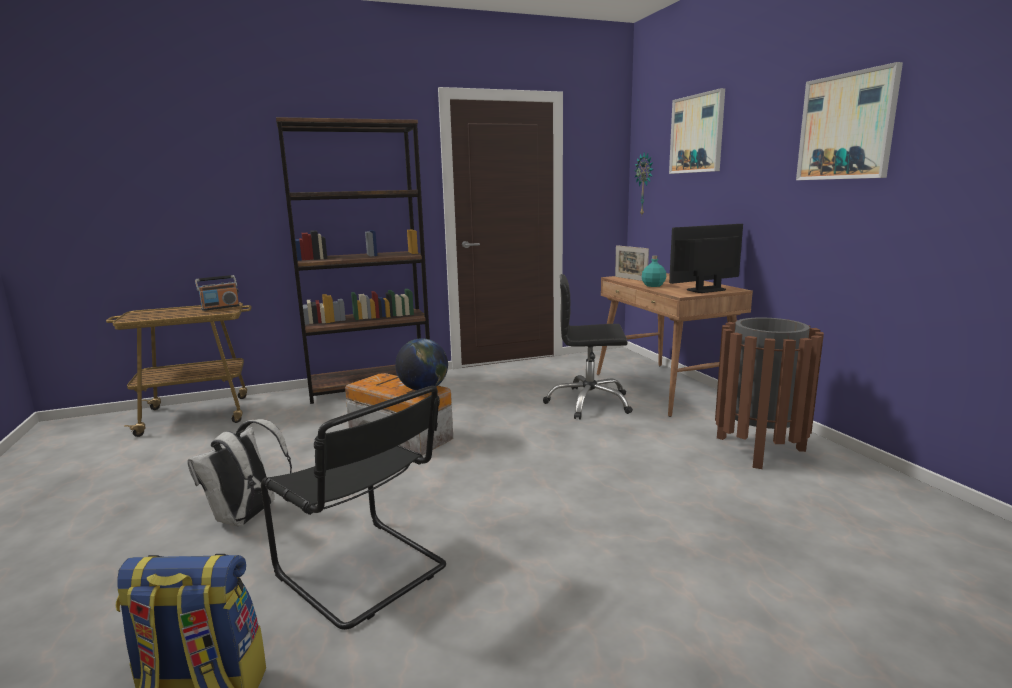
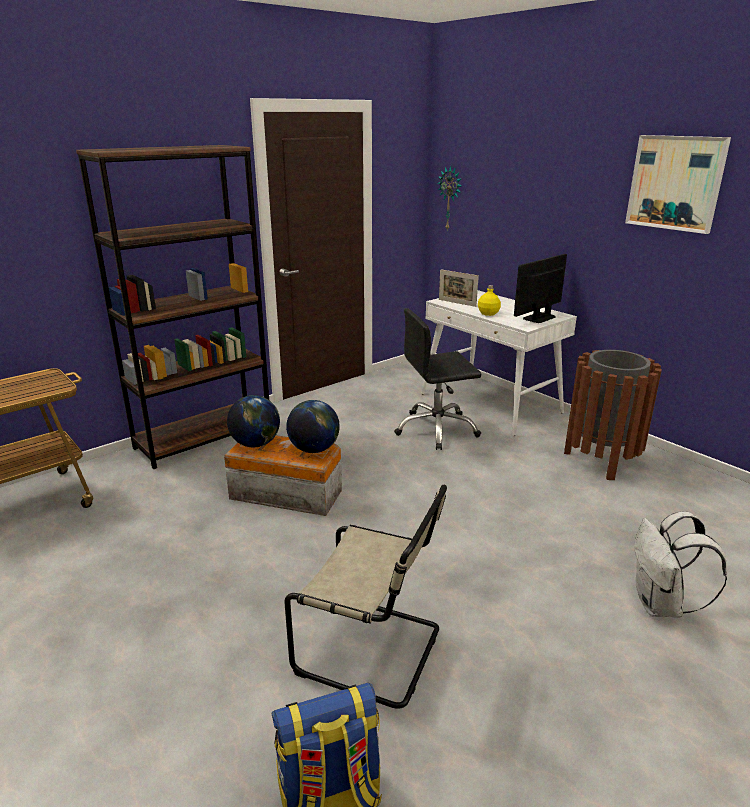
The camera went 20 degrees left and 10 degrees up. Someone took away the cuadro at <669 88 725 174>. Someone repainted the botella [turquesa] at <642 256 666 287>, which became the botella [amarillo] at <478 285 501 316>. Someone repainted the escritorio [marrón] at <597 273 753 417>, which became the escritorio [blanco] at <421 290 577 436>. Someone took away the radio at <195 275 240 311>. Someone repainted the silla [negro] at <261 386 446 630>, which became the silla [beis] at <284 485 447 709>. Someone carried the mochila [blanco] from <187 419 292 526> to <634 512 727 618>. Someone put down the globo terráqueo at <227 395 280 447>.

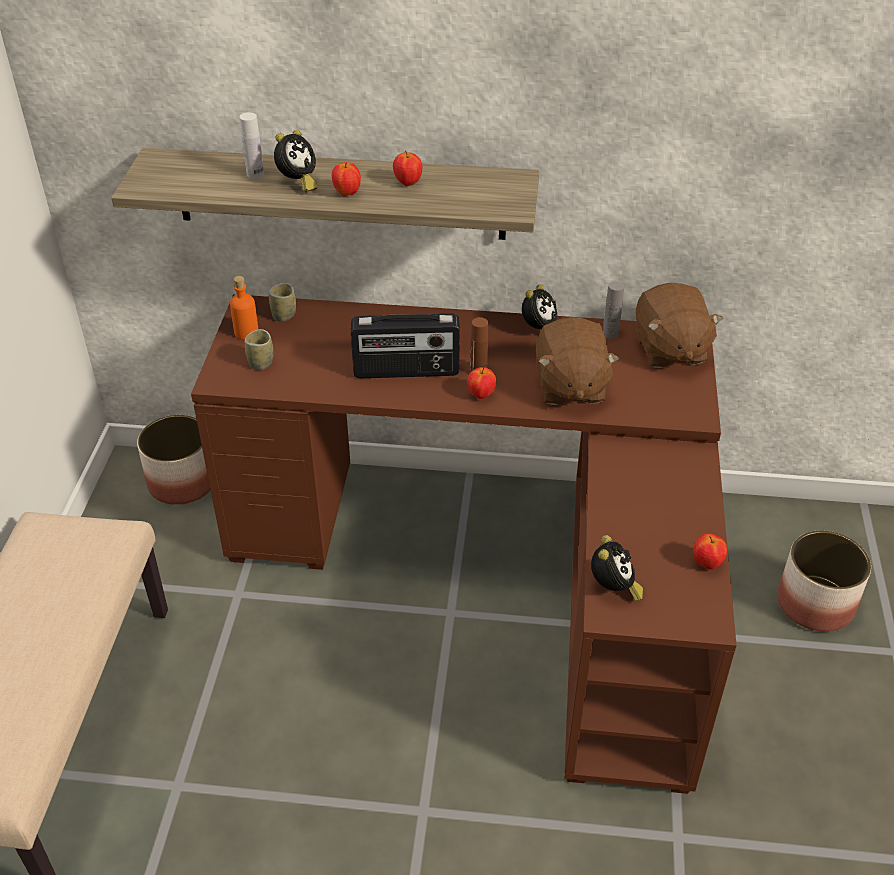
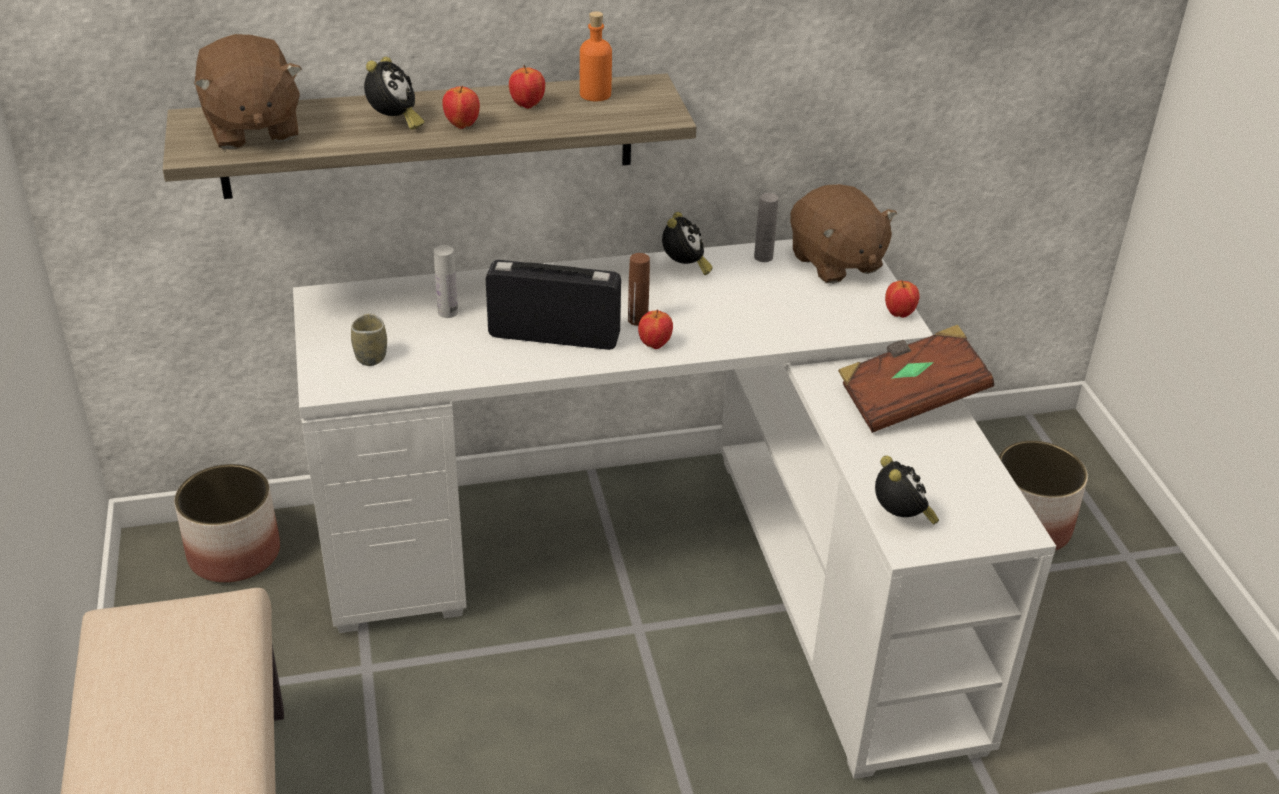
The camera went 20 degrees left and 5 degrees down. Someone carried the botella [blanco] from <239 112 264 179> to <434 245 458 318>. Someone carried the botella [naranja] from <230 276 258 340> to <580 11 612 101>. Someone took away the taza at <269 283 296 322>. Someone repainted the escritorio [marrón] at <191 294 737 794>, which became the escritorio [blanco] at <293 239 1056 779>. Someone rotated the radio at <351 314 460 378> by 150 degrees counterclockwise. Someone carried the peluche [marrón] from <536 317 619 405> to <194 34 302 149>. Someone carried the manzana from <693 533 727 569> to <885 280 920 318>. Someone put down the libro [marrón] at <838 324 994 433>.

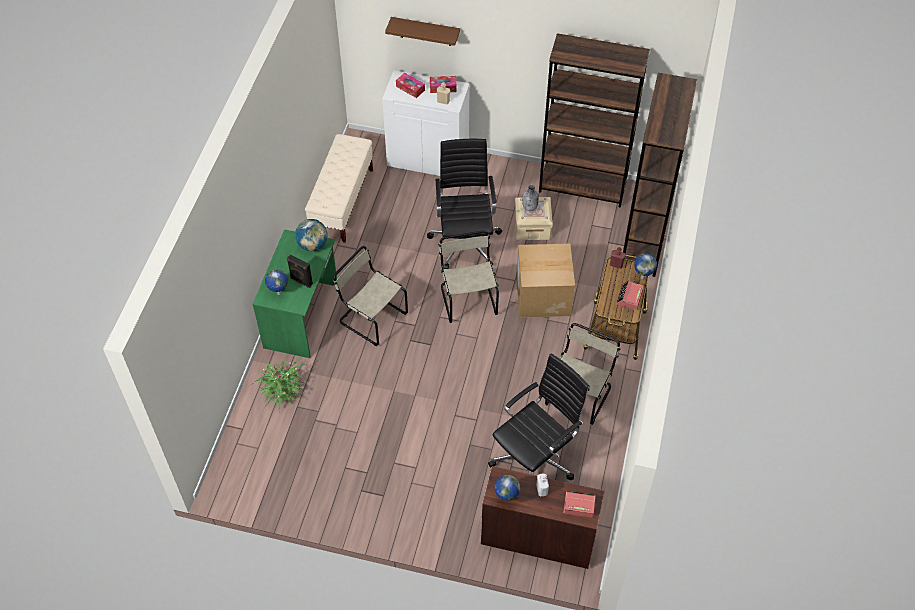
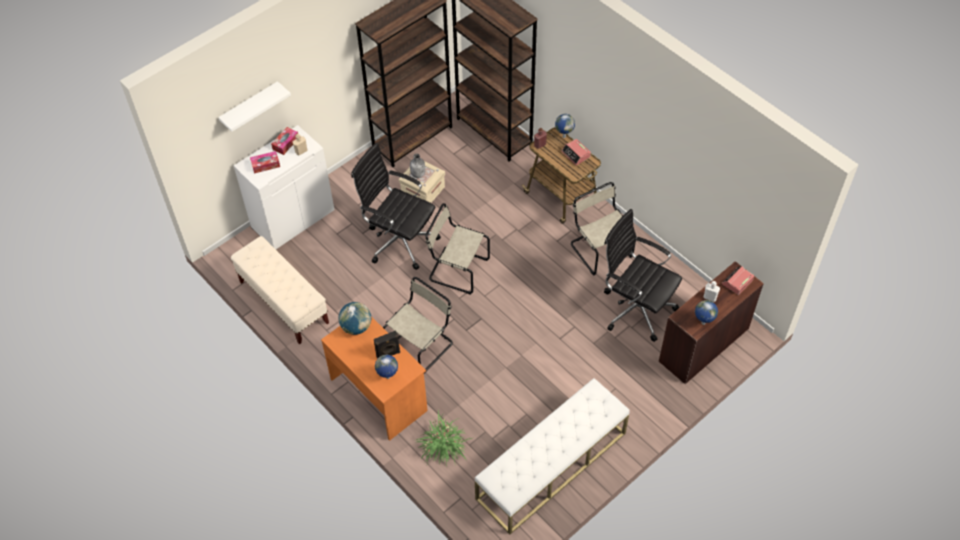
The camera went 55 degrees left and 0 degrees up. Someone repainted the estante [marrón] at <385 17 460 46>, which became the estante [blanco] at <218 81 291 132>. Someone repainted the escritorio [verde] at <252 229 337 358>, which became the escritorio [naranja] at <321 316 428 441>. Someone took away the caja de cartón at <516 243 575 318>. Someone rotated the silla [beis] at <333 246 408 346> by 150 degrees clockwise. Someone rotated the silla de oficina [negro] at <488 353 589 480> by 45 degrees counterclockwise. Someone put down the banco [blanco] at <475 378 630 534>.

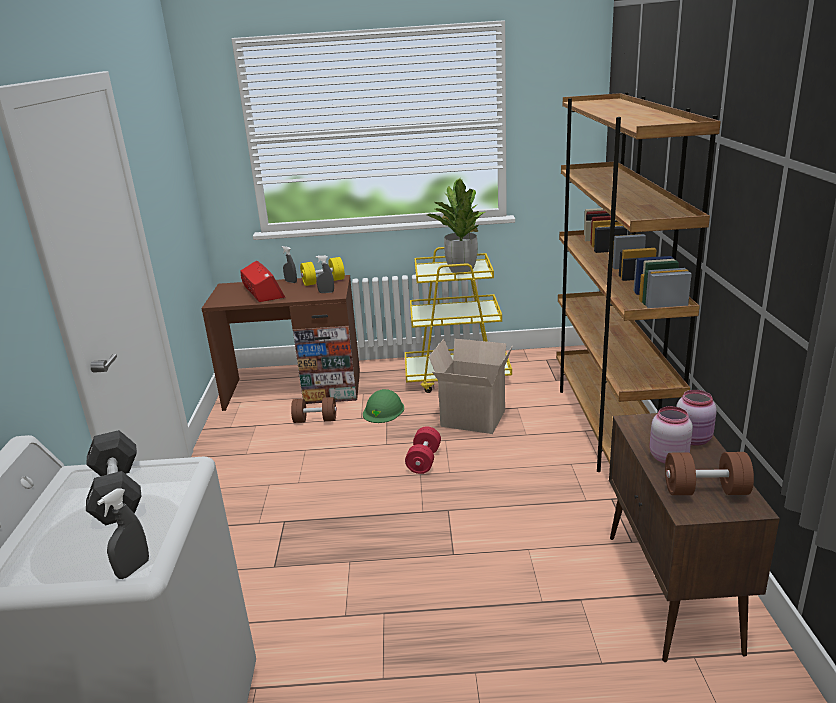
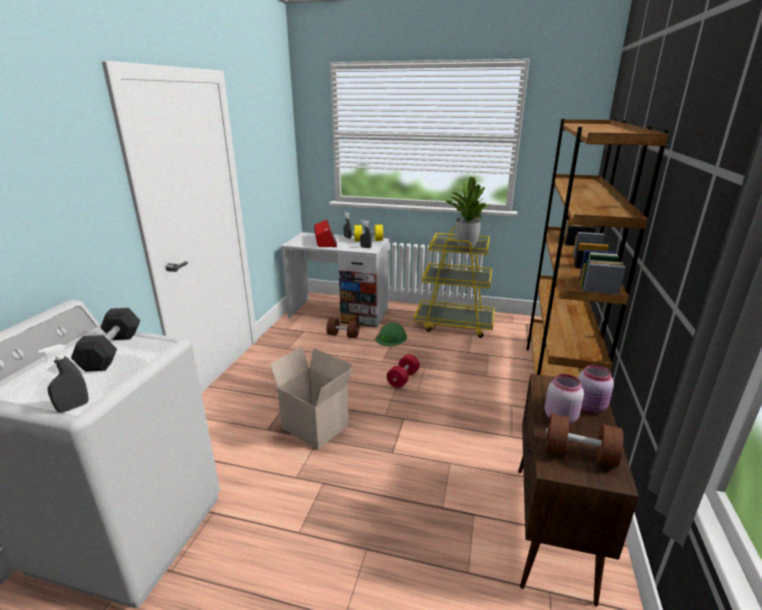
The camera went 15 degrees right and 0 degrees up. Someone repainted the escritorio [marrón] at <201 275 360 411>, which became the escritorio [blanco] at <281 232 389 328>. Someone carried the caja de cartón from <429 338 513 434> to <264 347 352 449>.

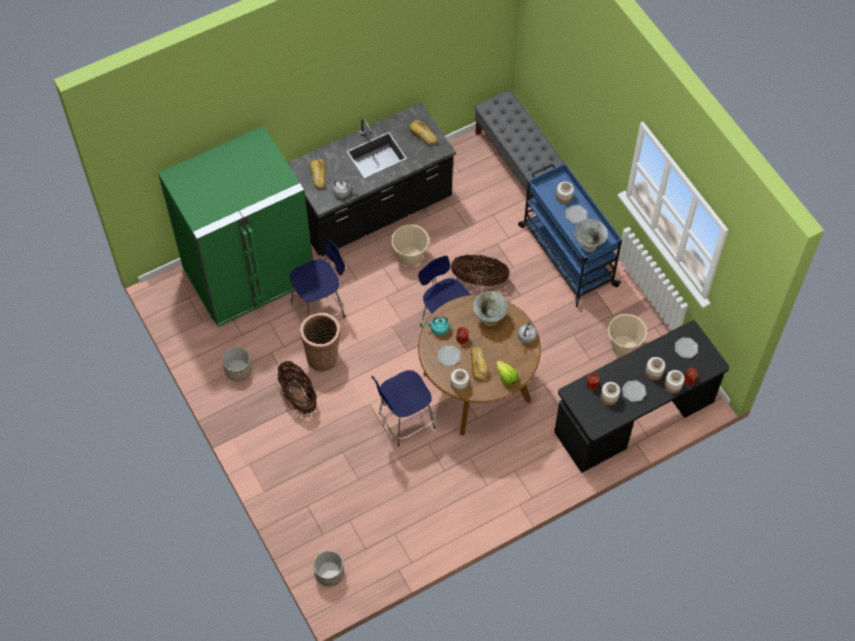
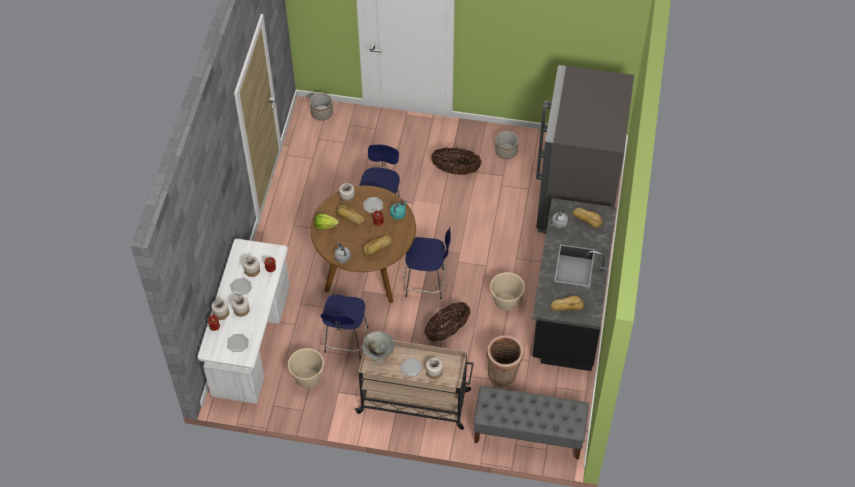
The camera went 130 degrees right and 5 degrees down. Someone repainted the nevera [verde] at <158 126 313 327>, which became the nevera [gris] at <536 65 634 234>. Someone repainted the carrito [azul] at <518 163 622 307>, which became the carrito [beis] at <355 340 474 430>. Someone carried the taburete [azul] from <290 239 345 322> to <320 295 368 359>. Someone swapped the cuenco [gris] at <473 291 508 326> for the pan at <363 236 392 256>. Someone carried the cesta from <300 313 341 372> to <486 335 524 387>. Someone repainted the escritorio [negro] at <554 320 729 473>, which became the escritorio [blanco] at <198 239 290 404>.

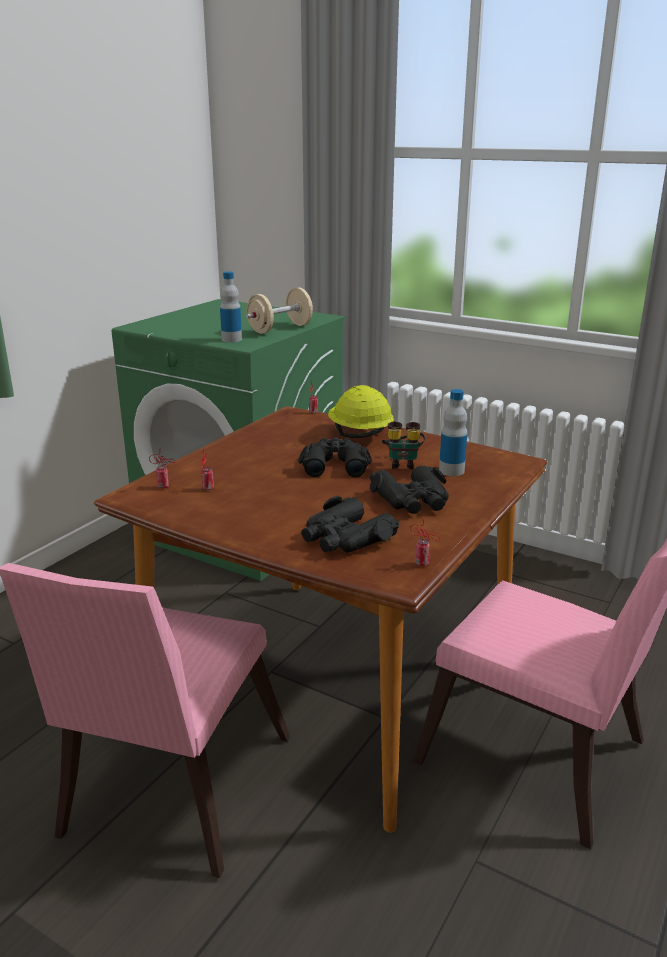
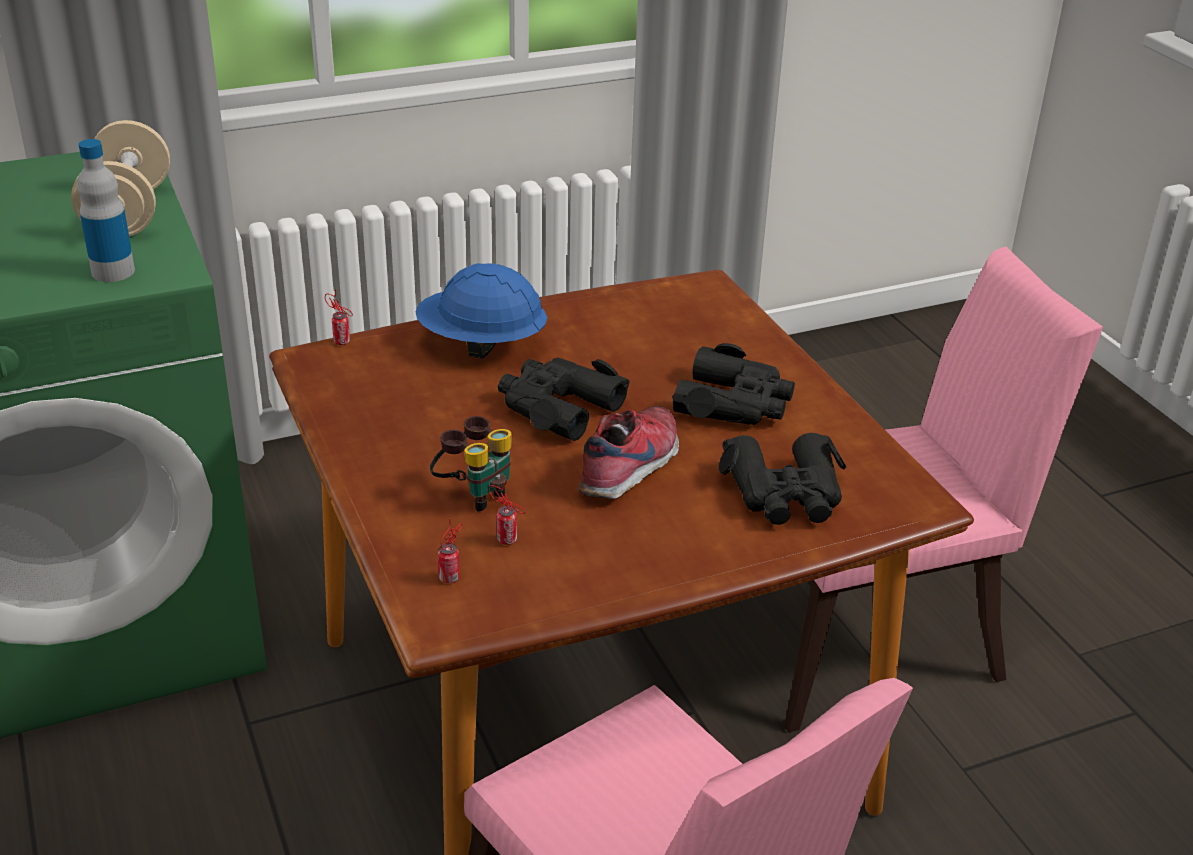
The camera went 55 degrees left and 10 degrees up. Someone repainted the casco [amarillo] at <328 385 394 438>, which became the casco [azul] at <415 263 547 359>. Someone took away the botella at <439 389 467 476>. Someone carried the prismáticos from <382 421 425 470> to <430 416 512 512>. Someone took away the lata at <410 520 440 566>. Someone put down the zapato at <578 406 679 499>.

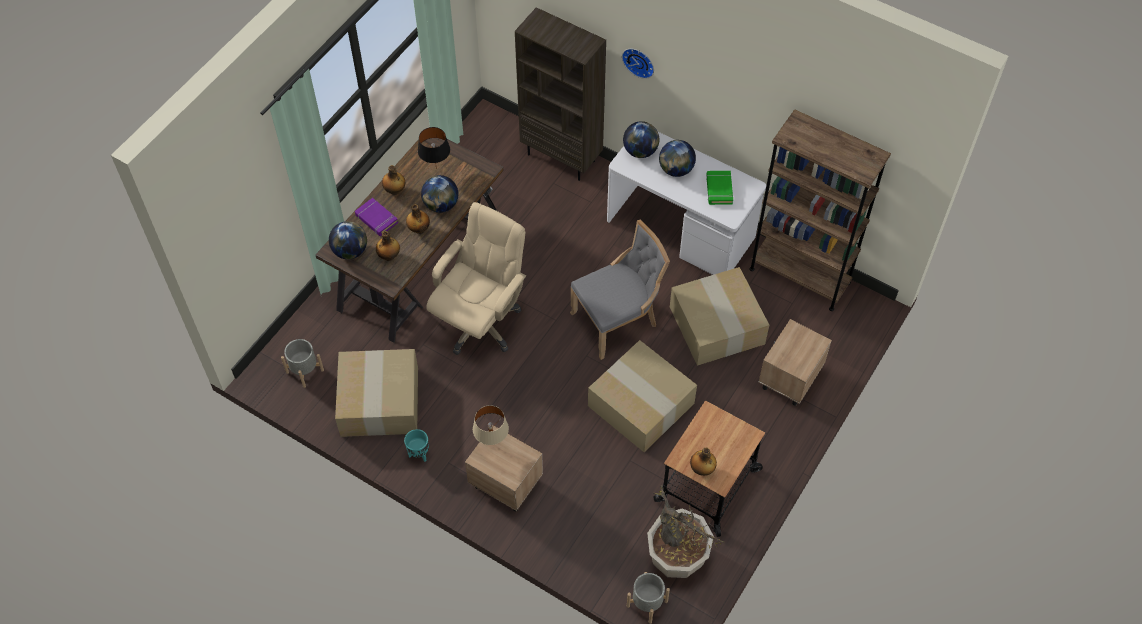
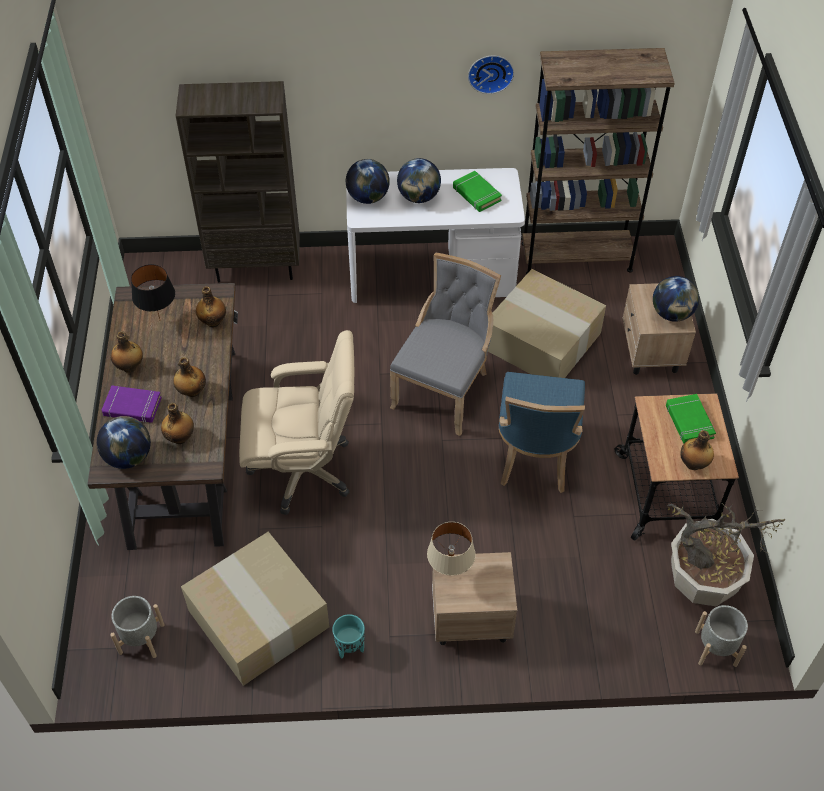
The camera went 35 degrees left and 5 degrees down. Someone carried the reloj de pared from <622 49 654 79> to <468 56 514 94>. Someone carried the globo terráqueo from <421 175 458 213> to <653 276 699 322>. Someone rotated the silla de oficina [beis] at <426 202 526 355> by 90 degrees clockwise. Someone swapped the caja de cartón at <588 340 697 452> for the silla [azul] at <499 372 585 493>. Someone put down the botella at <196 286 226 327>. Someone put down the libro [verde] at <666 394 716 444>.

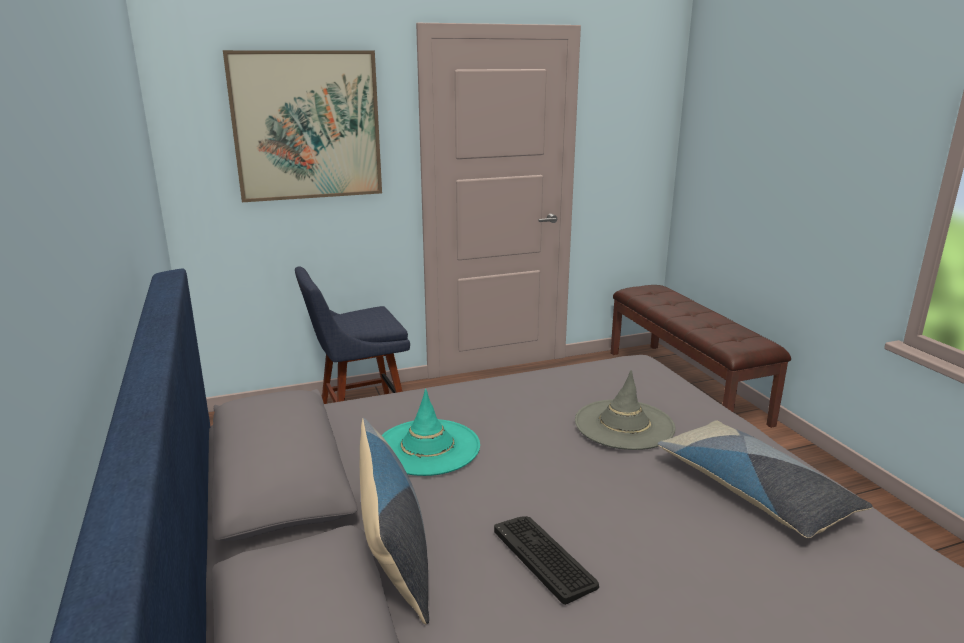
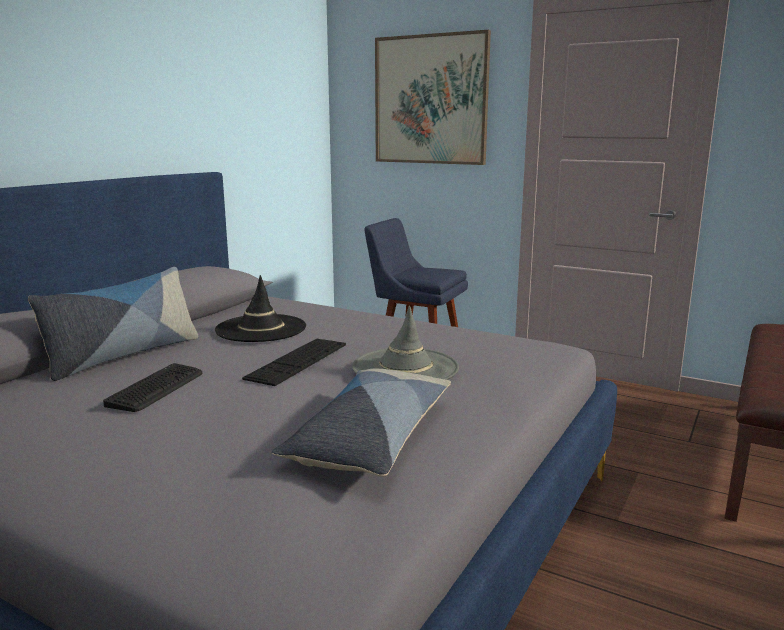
The camera went 50 degrees right and 5 degrees down. Someone repainted the sombrero [turquesa] at <382 389 480 476>, which became the sombrero [negro] at <215 275 306 342>. Someone put down the teclado at <242 339 346 386>.

